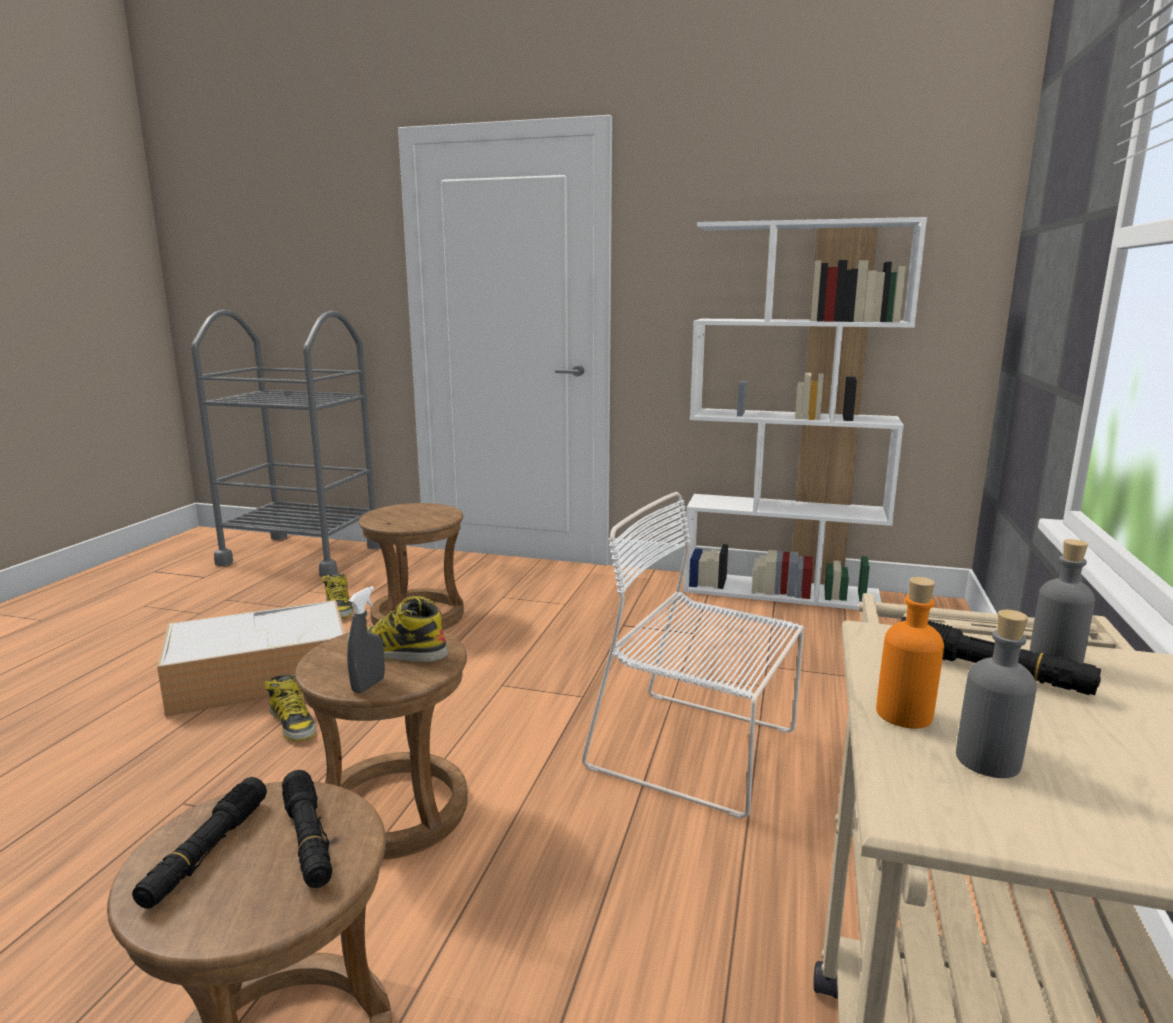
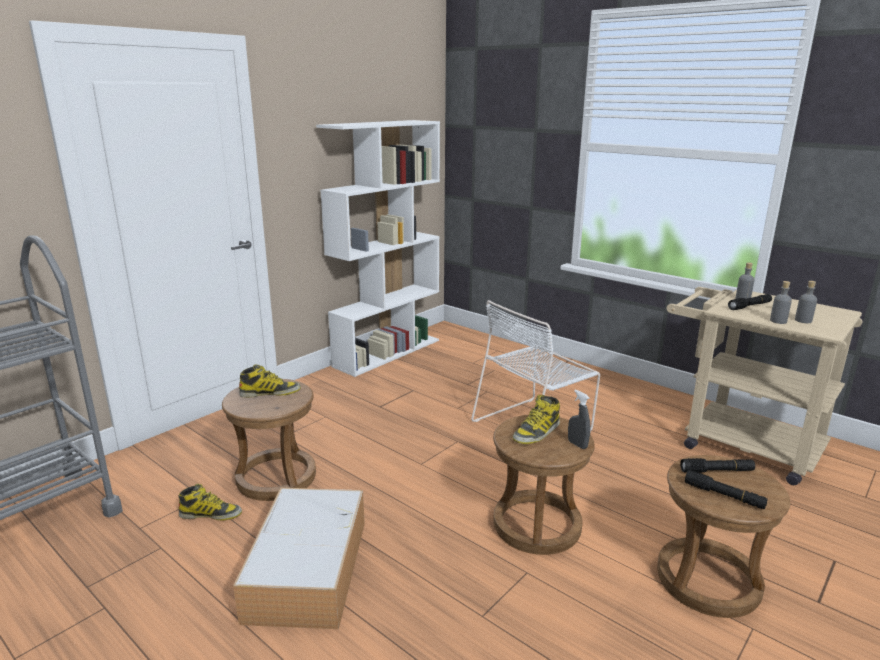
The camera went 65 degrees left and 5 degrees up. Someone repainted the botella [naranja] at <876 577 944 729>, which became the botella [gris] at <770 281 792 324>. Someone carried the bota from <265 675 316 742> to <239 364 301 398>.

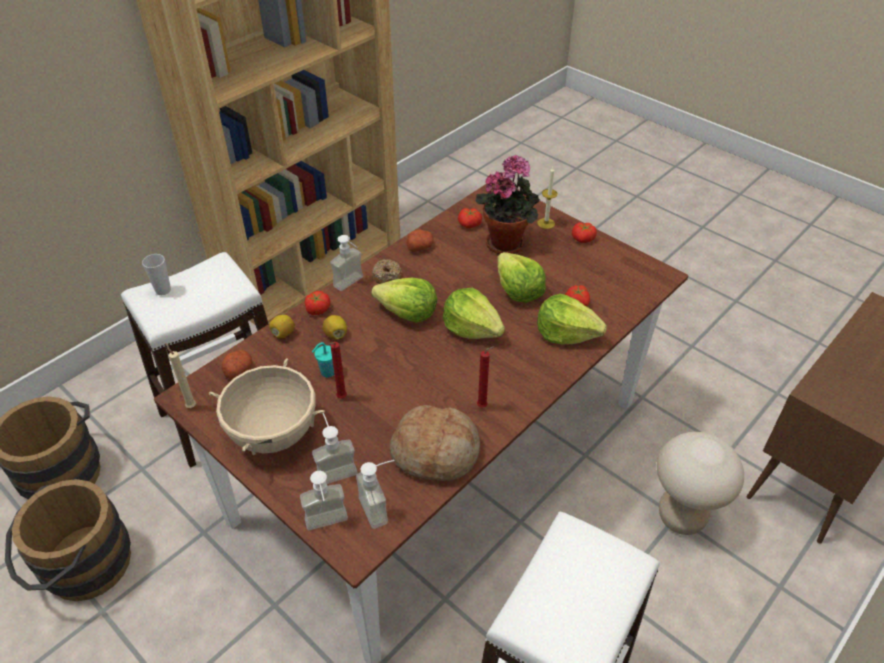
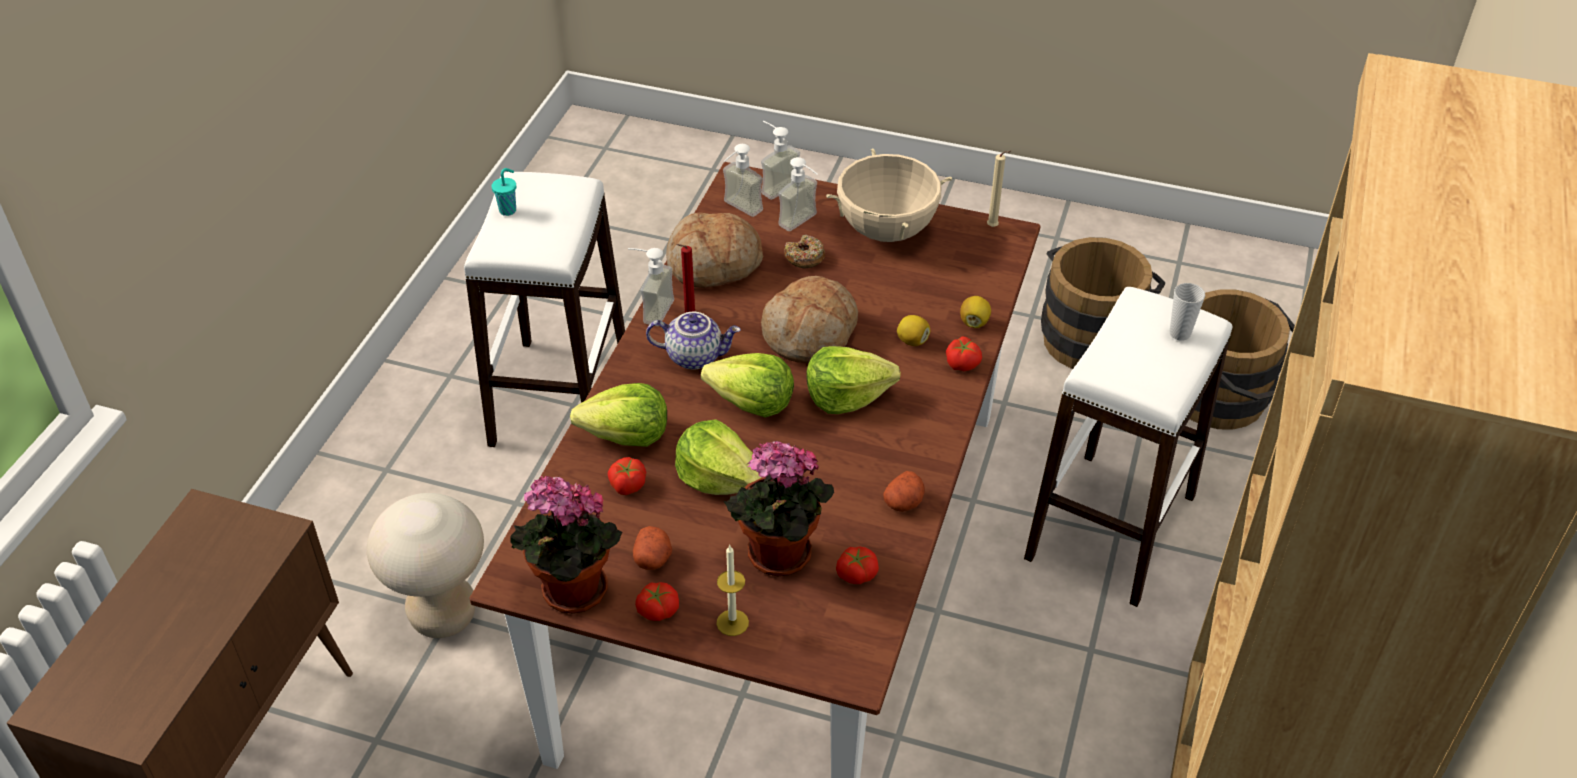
The camera went 155 degrees right and 0 degrees up. Someone carried the dispensador de jabón from <330 235 363 291> to <628 248 674 326>. Someone carried the rosquilla from <372 259 402 284> to <784 235 825 268>. Someone carried the taza [turquesa] from <312 342 334 378> to <491 168 516 216>. Someone took away the vela [rojo] at <328 342 347 399>. Someone carried the patata from <222 350 252 380> to <633 526 672 570>. Someone put down the pan at <761 276 858 363>. Someone put down the tetera at <646 312 741 370>. Someone put down the planta en maceta at <510 476 622 614>.

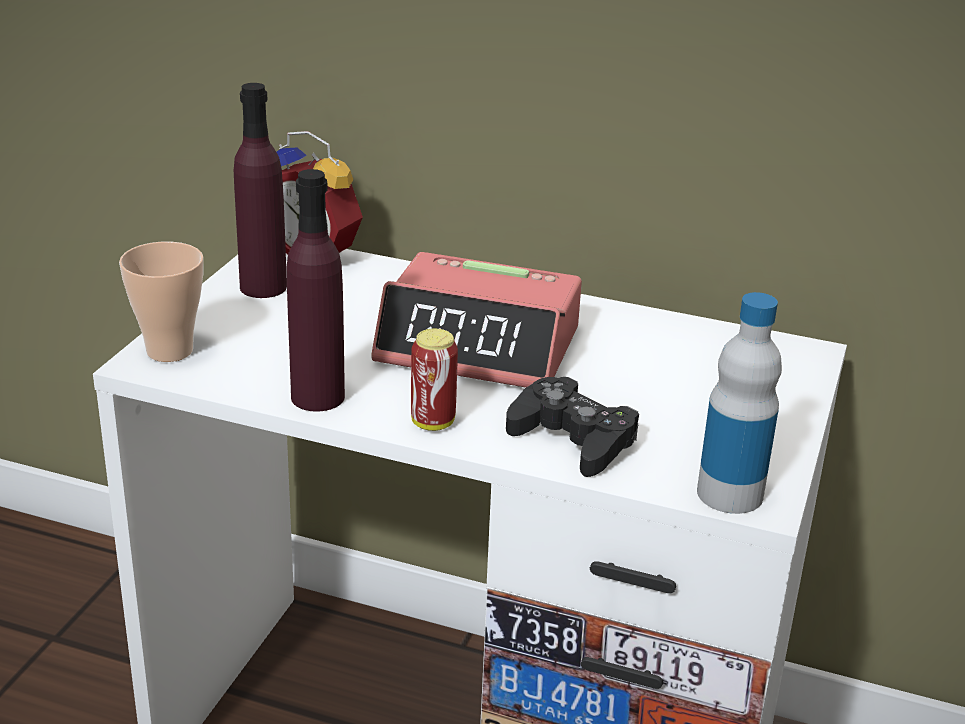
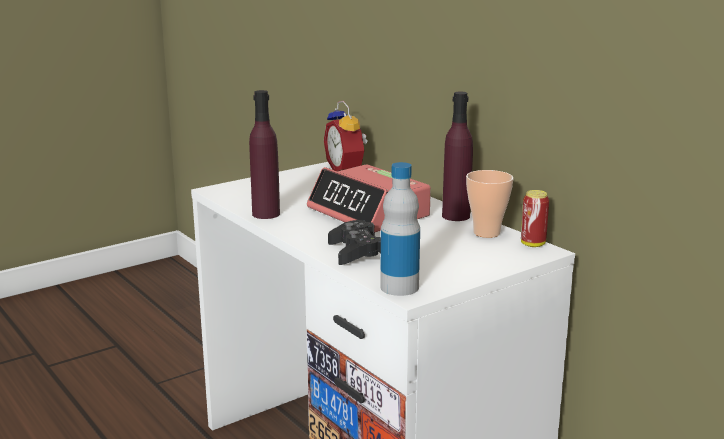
The camera went 35 degrees right and 10 degrees down. Someone carried the botella [morado] from <234 83 287 298> to <442 92 473 221>. Someone carried the taza from <119 242 204 362> to <466 170 514 238>. Someone carried the lata from <411 328 458 431> to <521 190 549 247>.

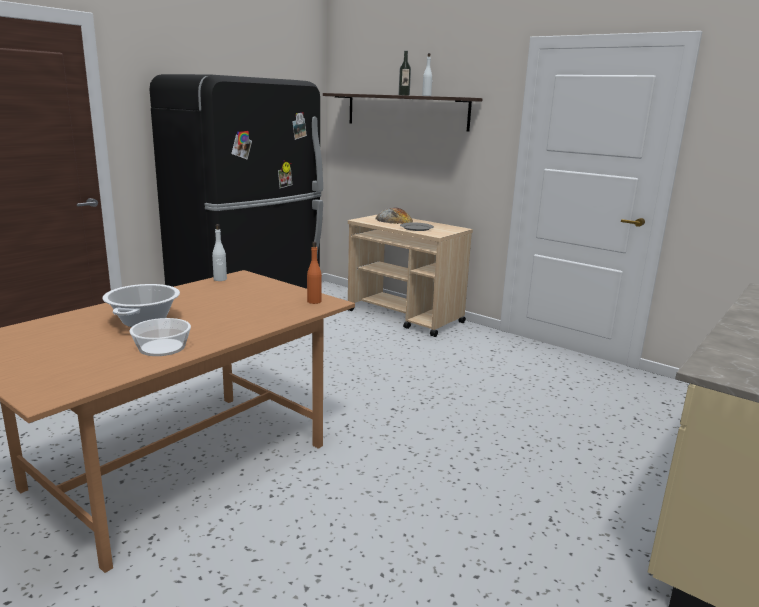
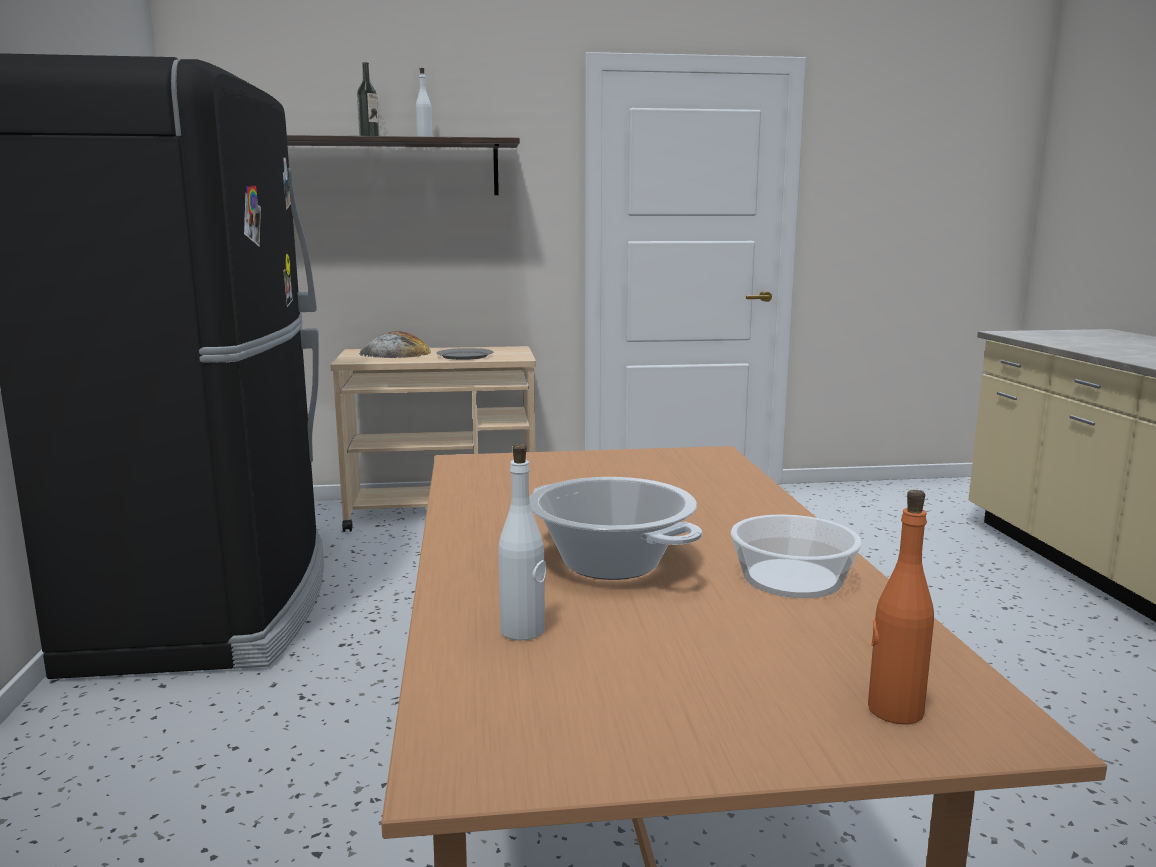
The camera went 45 degrees left and 5 degrees down. Someone carried the botella [blanco] from <212 224 227 281> to <498 444 546 641>. Someone carried the botella [naranja] from <307 242 322 304> to <868 490 934 725>.

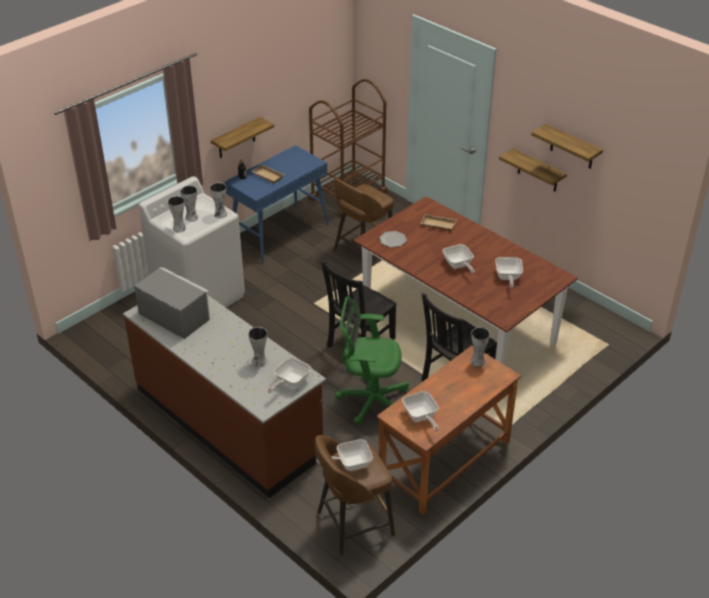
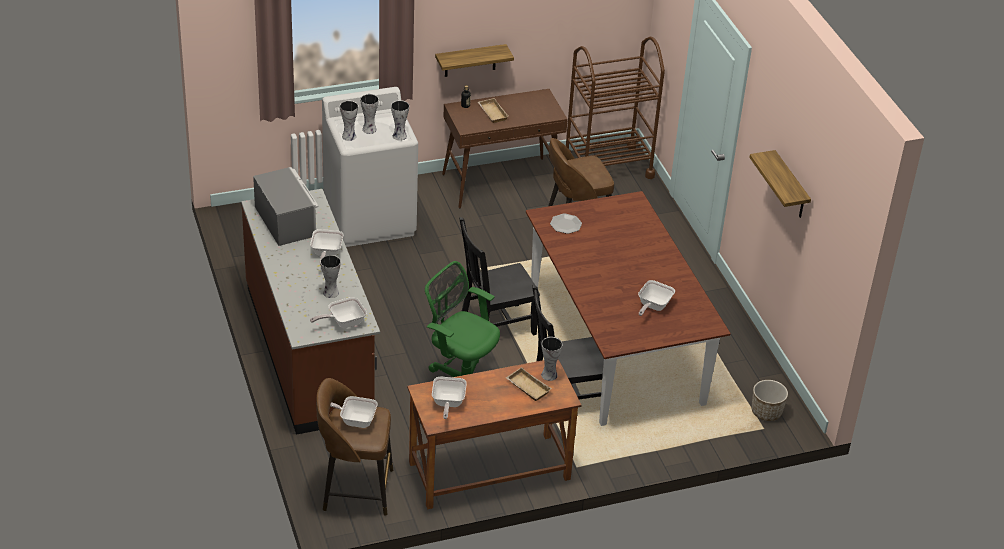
The camera went 25 degrees right and 0 degrees up. Someone repainted the mesa consola [azul] at <224 145 329 263>, which became the mesa consola [marrón] at <442 89 568 208>. Someone took away the estante at <499 148 567 192>. Someone carried the bandeja [beis] from <420 214 457 231> to <506 367 552 401>. Someone carried the sartén from <442 244 475 274> to <310 229 343 265>. Someone put down the maceta at <752 380 788 421>.

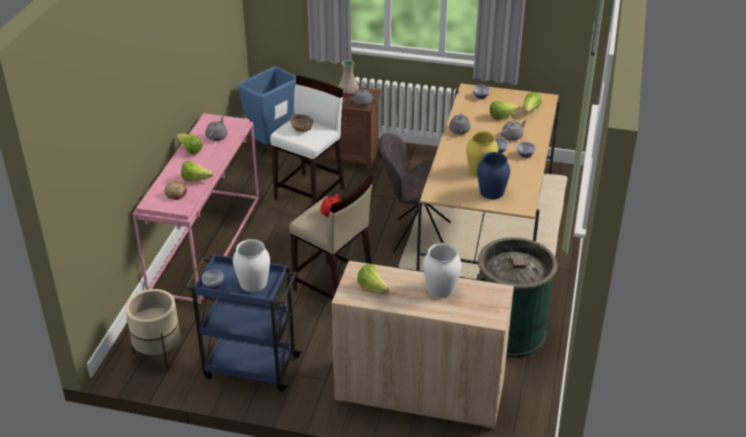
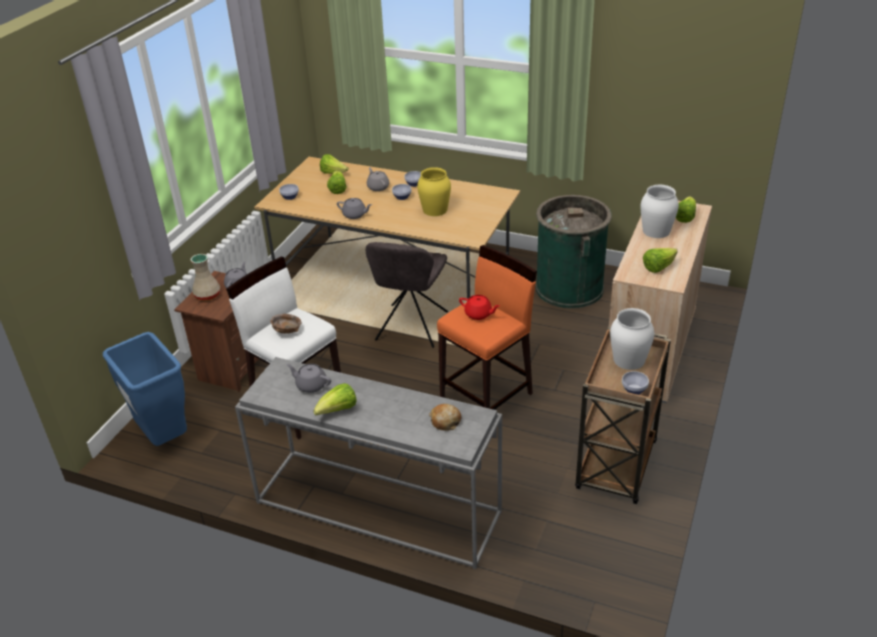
The camera went 80 degrees left and 0 degrees up. Someone repainted the mesa consola [rosa] at <133 113 259 304>, which became the mesa consola [gris] at <235 357 502 569>. Someone took away the florero [azul] at <477 152 510 199>. Someone carried the lechuga from <181 161 214 181> to <676 196 696 223>. Someone repainted the taburete [beis] at <289 175 373 300>, which became the taburete [naranja] at <437 245 537 410>. Someone repainted the carrito [azul] at <185 253 302 392>, which became the carrito [marrón] at <575 327 671 504>. Someone took away the maceta [beis] at <125 289 180 369>.

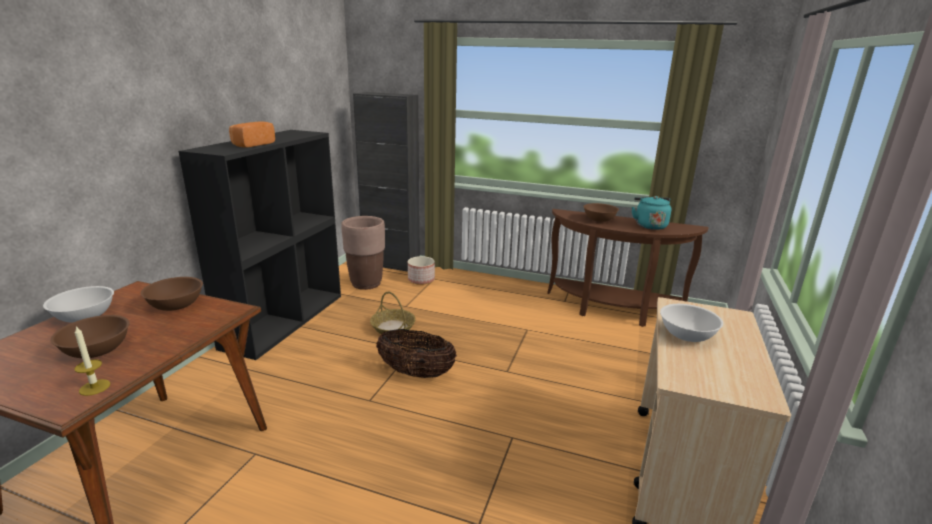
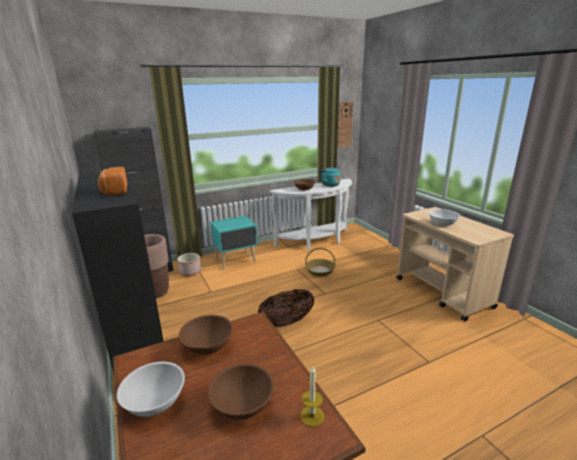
The camera went 45 degrees left and 0 degrees up. Someone repainted the mesa consola [marrón] at <547 209 709 327>, which became the mesa consola [blanco] at <270 178 352 250>. Someone carried the cesta from <370 291 416 334> to <305 248 335 276>. Someone put up the reloj de pared at <337 101 354 148>. Someone put down the mesita de noche [turquesa] at <210 216 258 270>.

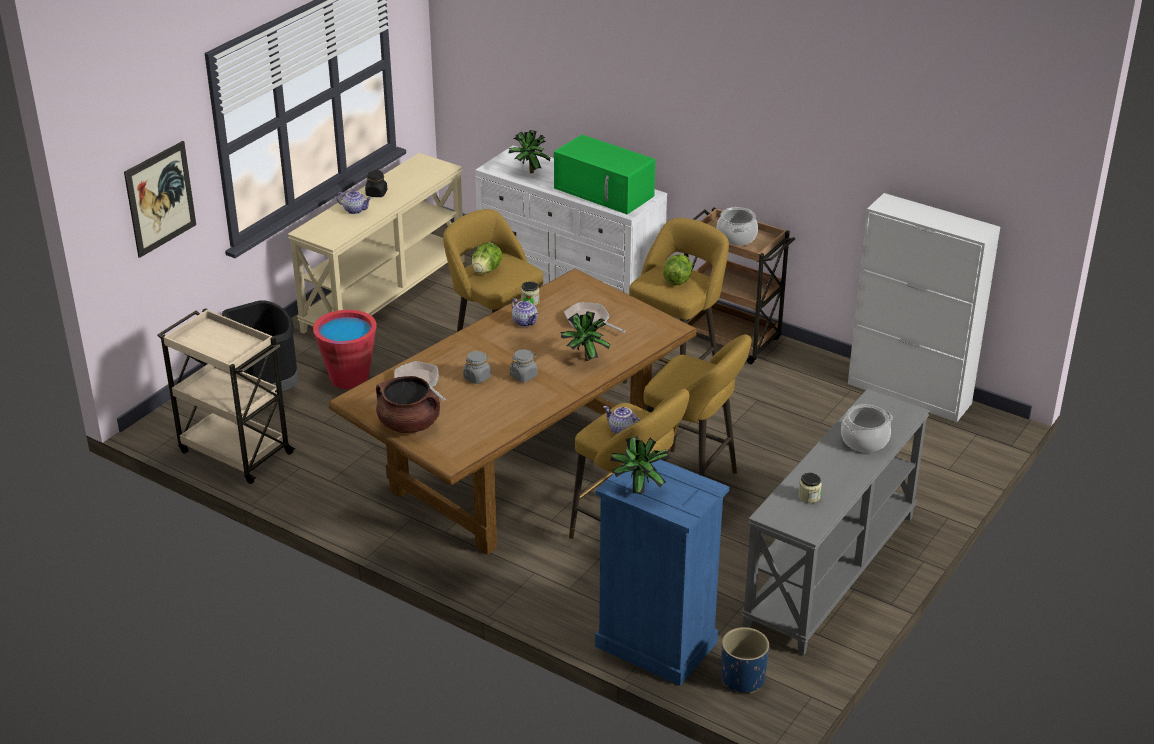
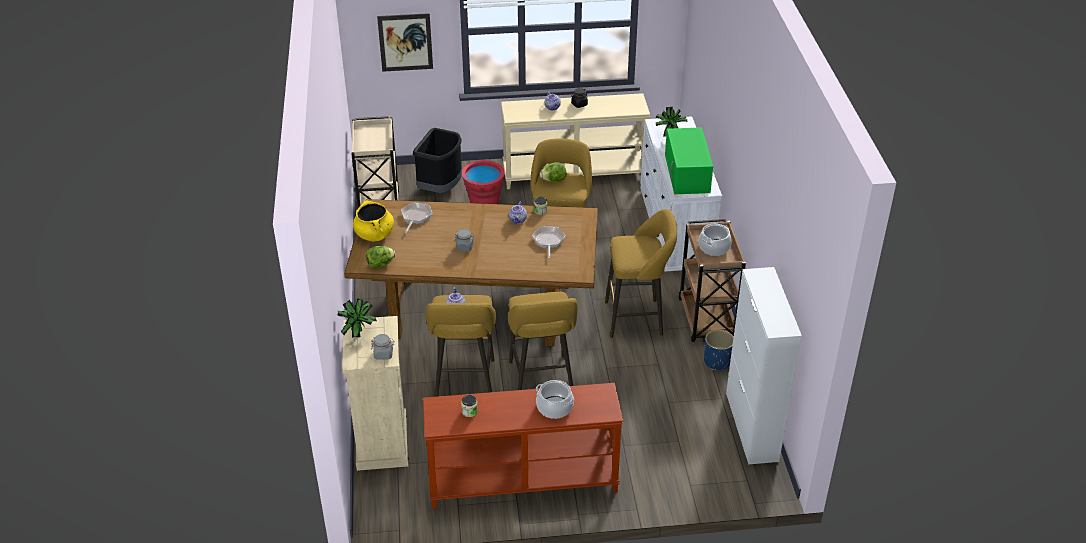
The camera went 50 degrees right and 5 degrees up. Someone carried the lechuga from <663 254 692 285> to <366 246 395 268>. Someone took away the planta en maceta at <560 311 610 361>. Someone carried the tarro [gris] from <463 351 491 384> to <371 334 395 360>. Someone repainted the olla [marrón] at <376 376 440 433>, which became the olla [amarillo] at <353 200 394 242>. Someone repainted the mesa consola [gris] at <741 389 930 656>, which became the mesa consola [marrón] at <423 383 623 508>. Someone repainted the cómoda [azul] at <595 460 729 686>, which became the cómoda [beis] at <342 316 409 471>. Someone carried the maceta [azul] from <721 627 769 693> to <704 330 734 370>.

